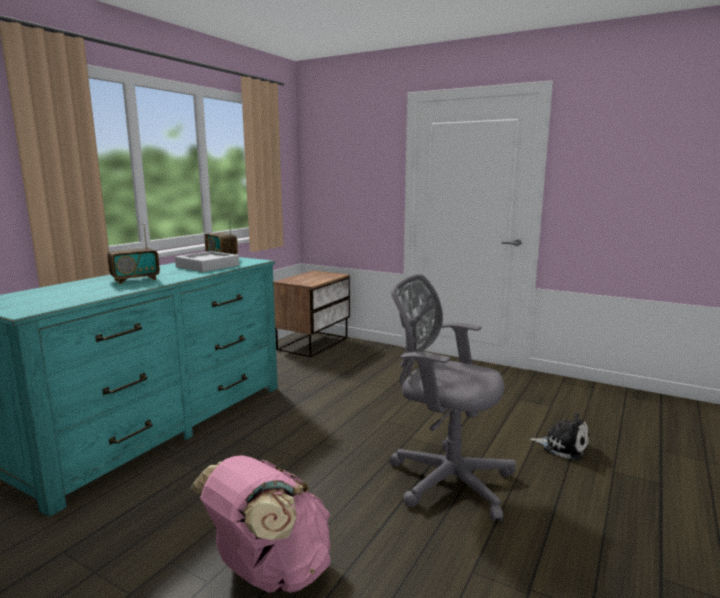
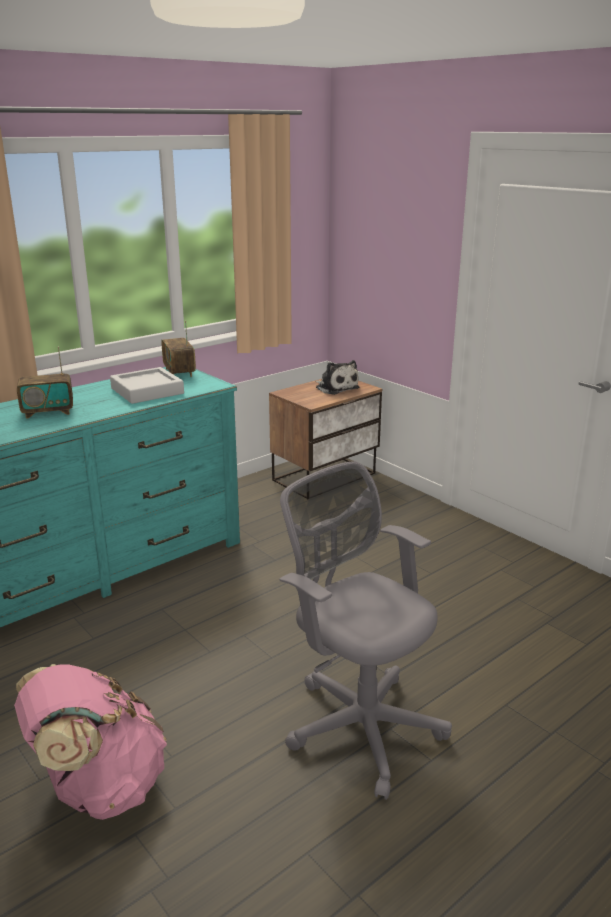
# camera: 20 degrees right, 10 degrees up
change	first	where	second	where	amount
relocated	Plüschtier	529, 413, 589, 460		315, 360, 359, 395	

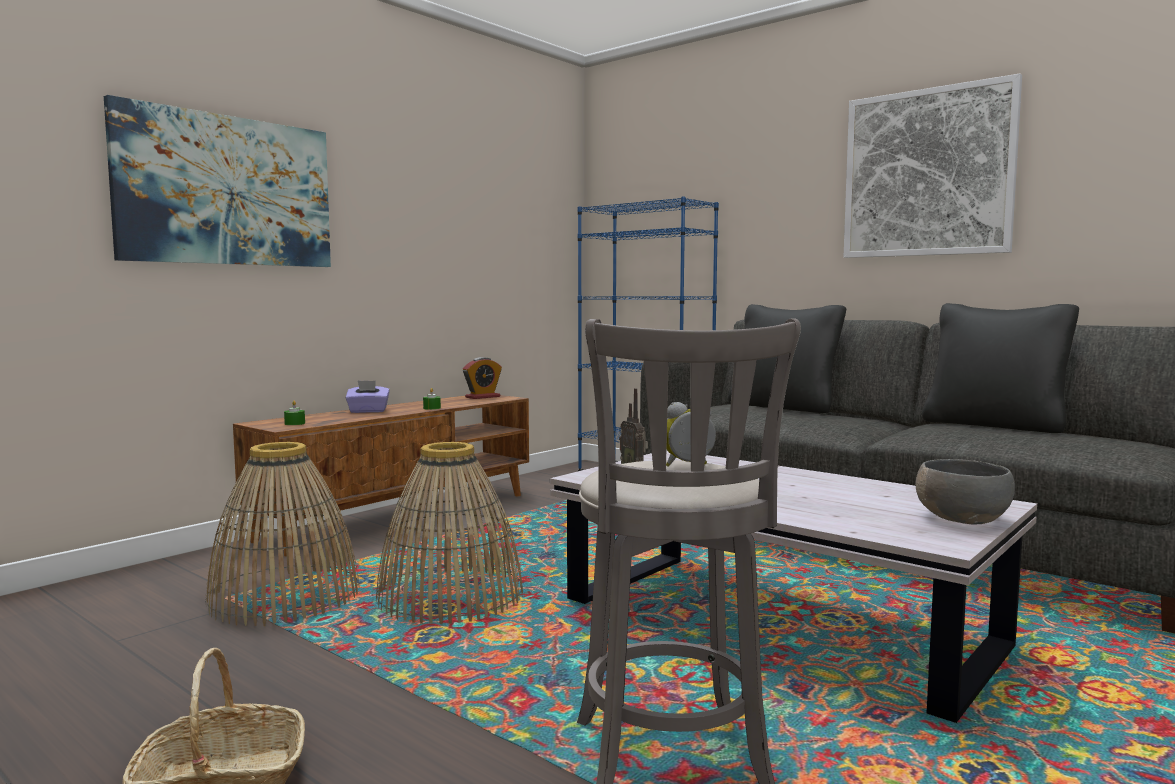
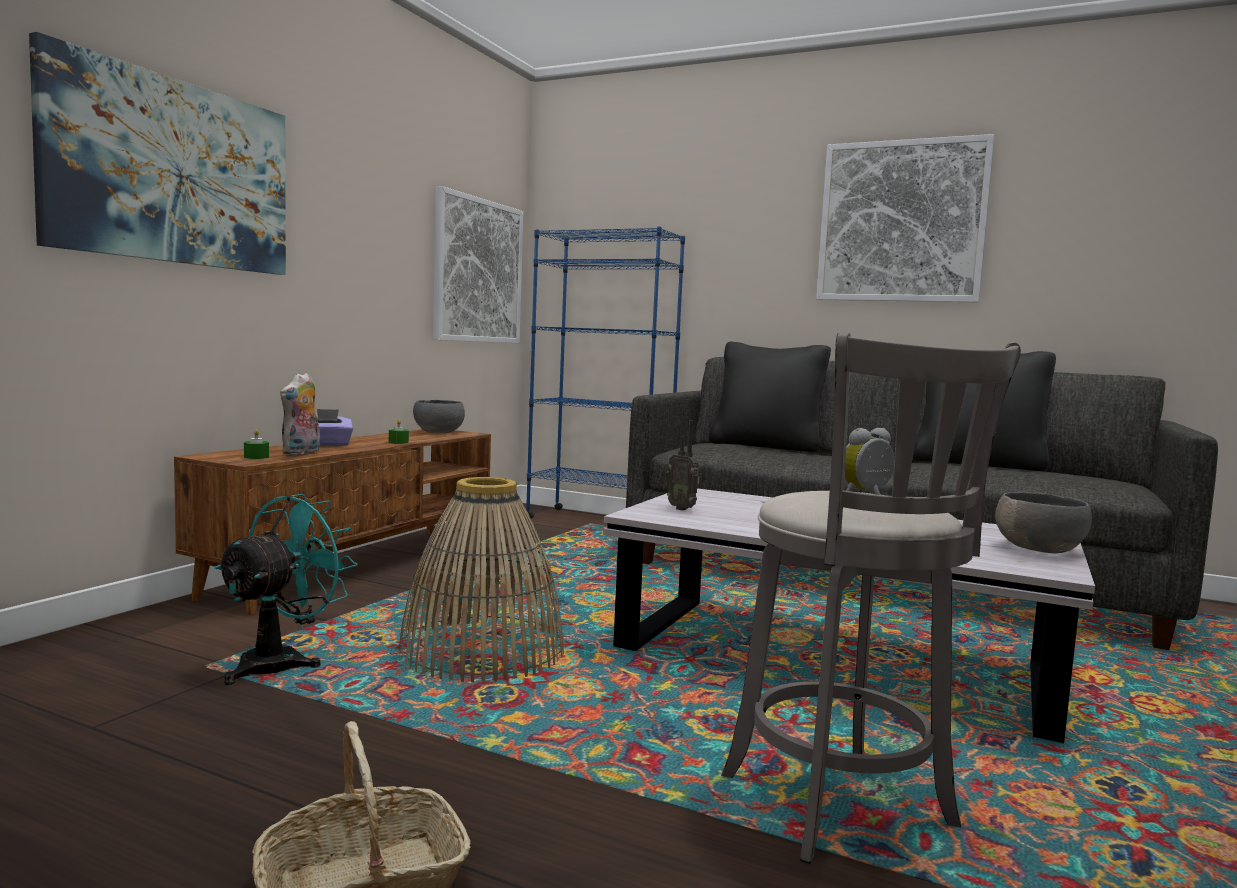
# camera: 15 degrees left, 0 degrees up
change	first	where	second	where	amount
exchanged	Korb	205, 442, 360, 626	Ventilator [türkis]	215, 494, 358, 685	
appeared			Plüschtier	280, 373, 320, 455	
exchanged	Wecker	463, 357, 502, 399	Schüssel [grau]	413, 400, 465, 433	
appeared			Bild	433, 186, 523, 343	

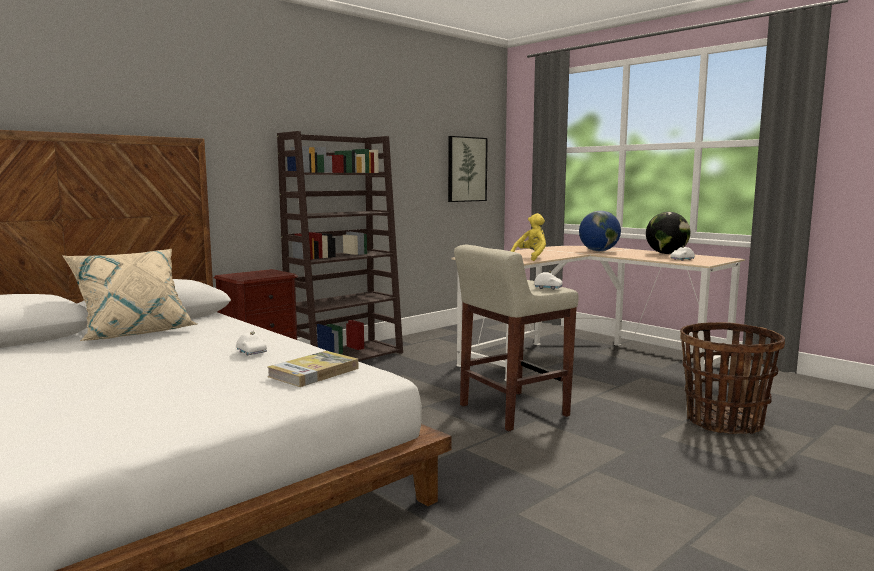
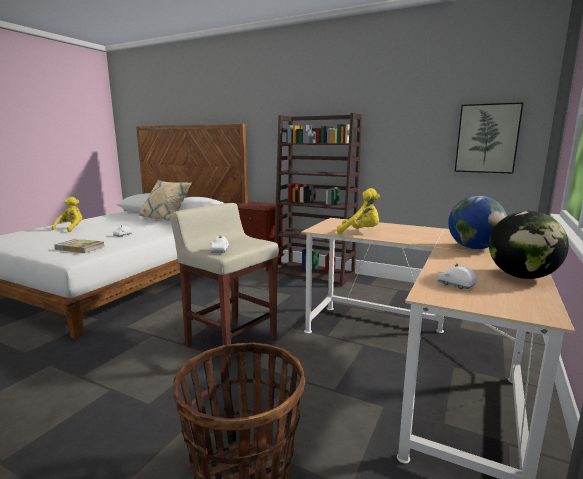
# camera: 70 degrees right, 5 degrees up
change	first	where	second	where	amount
appeared			Plüschtier [gelb]	51, 197, 82, 232	

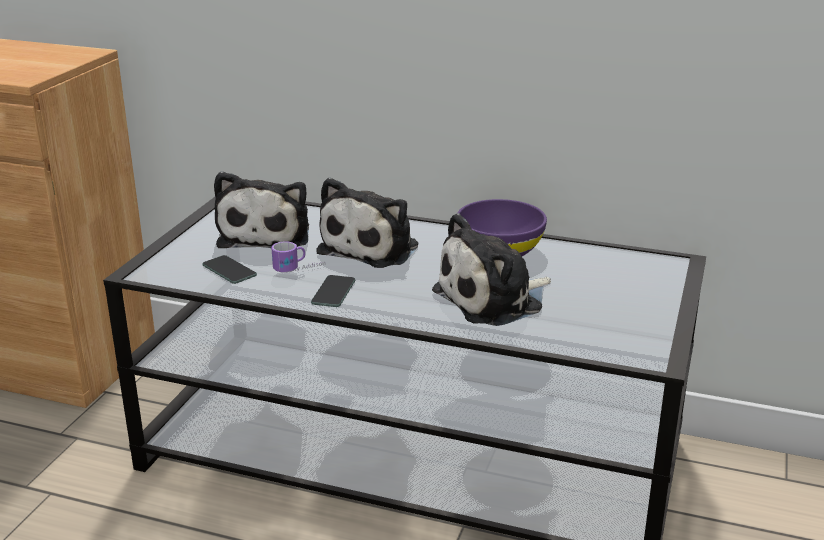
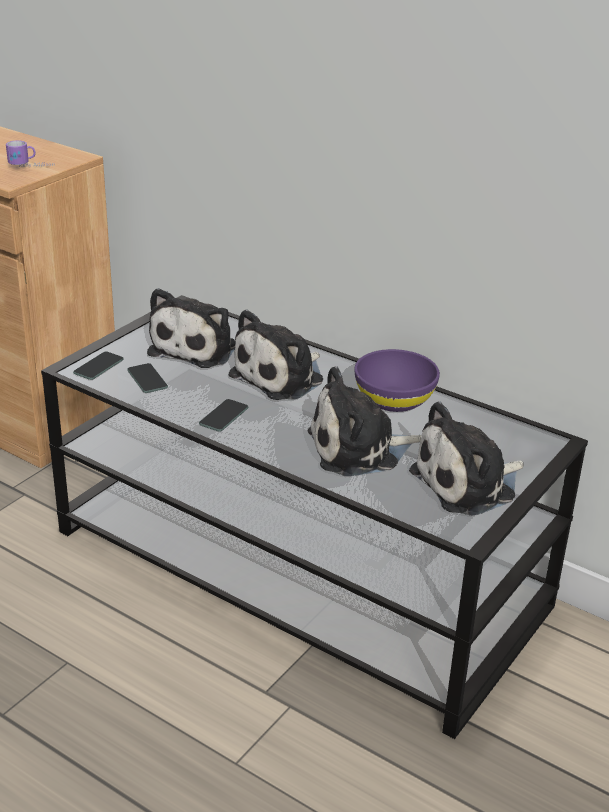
# camera: 15 degrees right, 5 degrees up
change	first	where	second	where	amount
relocated	Henkelbecher	272, 241, 326, 273		6, 140, 55, 168	
appeared			Handy	73, 352, 124, 380	
appeared			Plüschtier	409, 401, 524, 516	

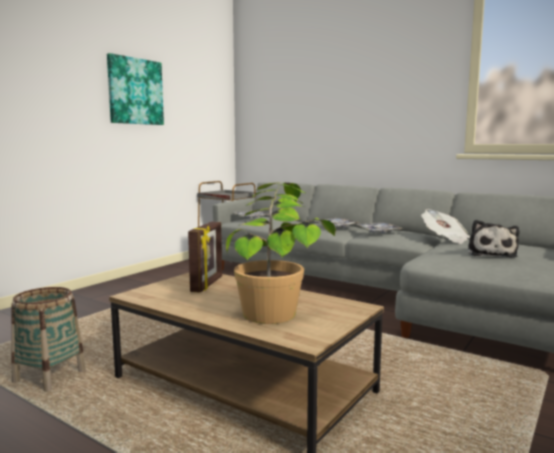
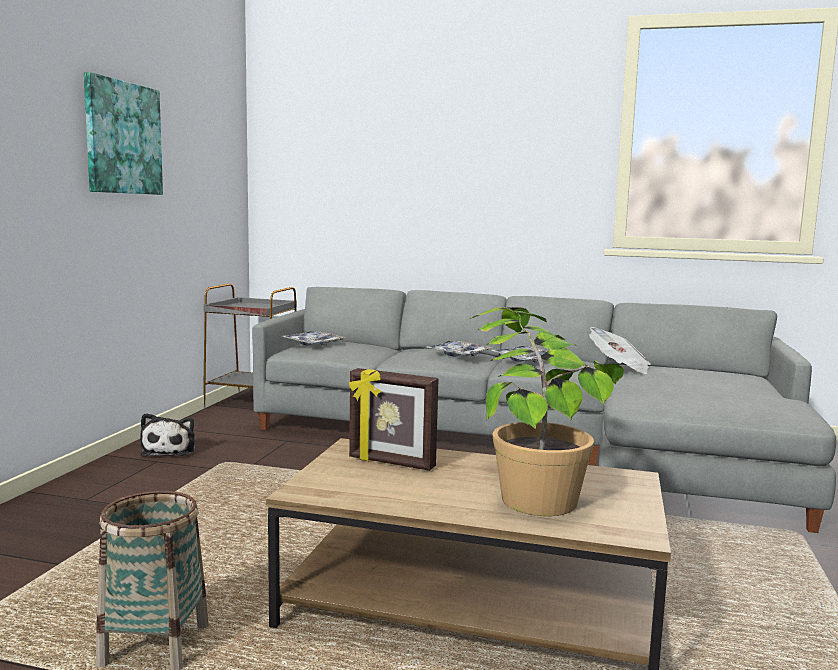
# camera: 20 degrees left, 0 degrees up
change	first	where	second	where	amount
relocated	Plüschtier	468, 220, 519, 257		140, 413, 195, 456	
spun	Bilderrahmen	188, 222, 222, 293		349, 368, 439, 471	120 degrees clockwise

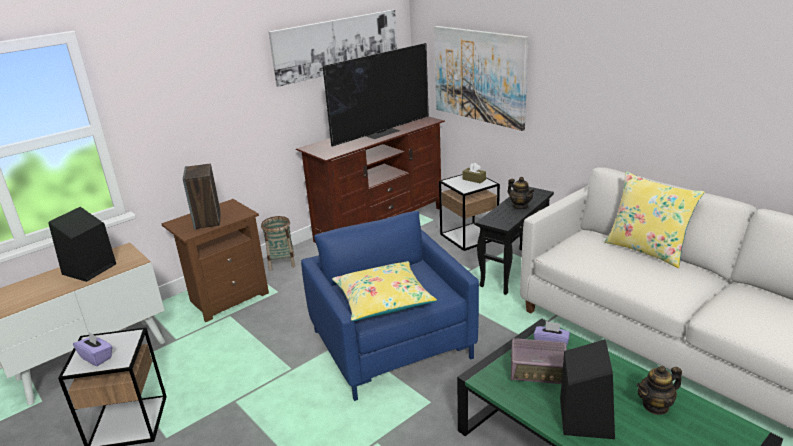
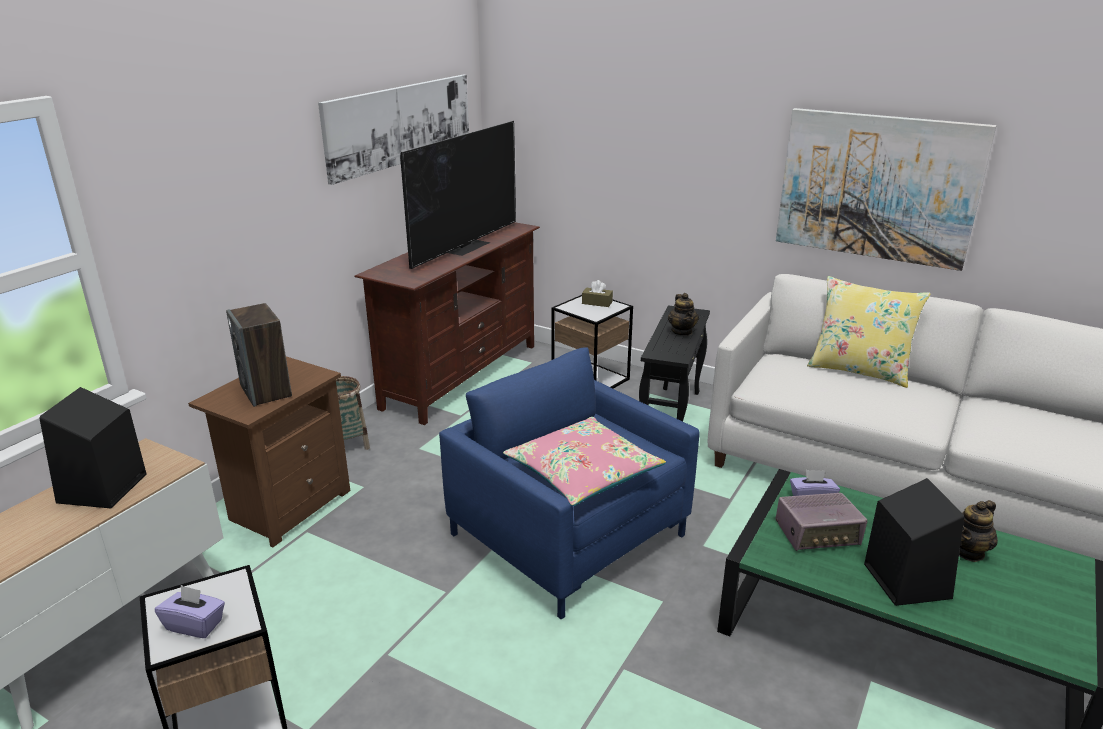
# camera: 20 degrees left, 0 degrees up
change	first	where	second	where	amount
colour	Kissen [gelb]	332, 261, 437, 321	Kissen [rosa]	503, 417, 666, 506	
spun	Teekanne	507, 177, 535, 209		668, 293, 699, 336	45 degrees clockwise
relocated	Bild	434, 26, 529, 131		776, 108, 996, 271	

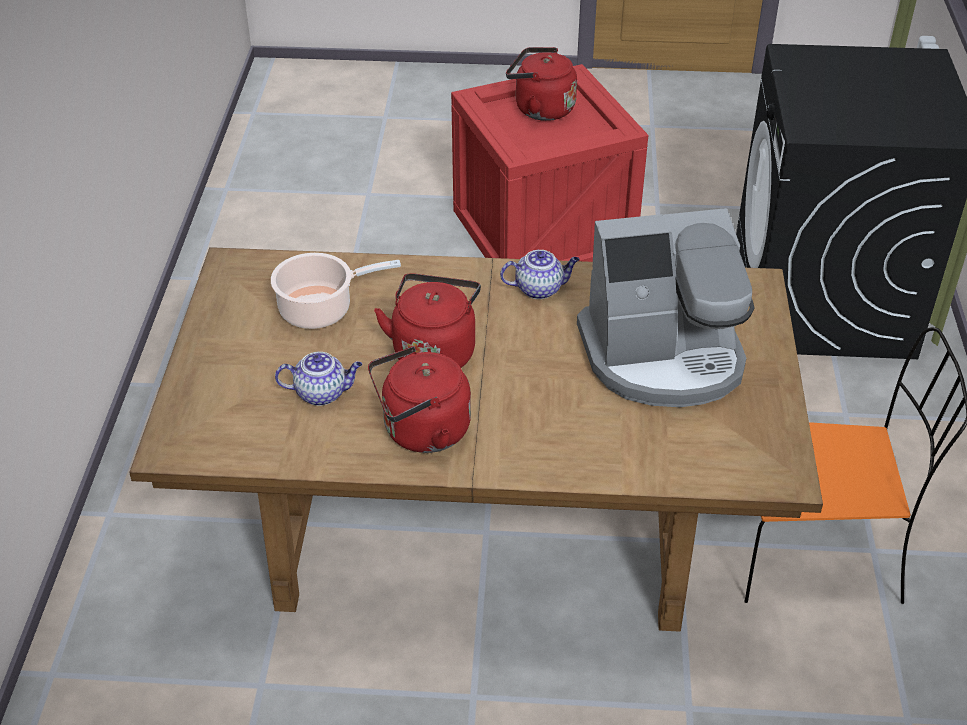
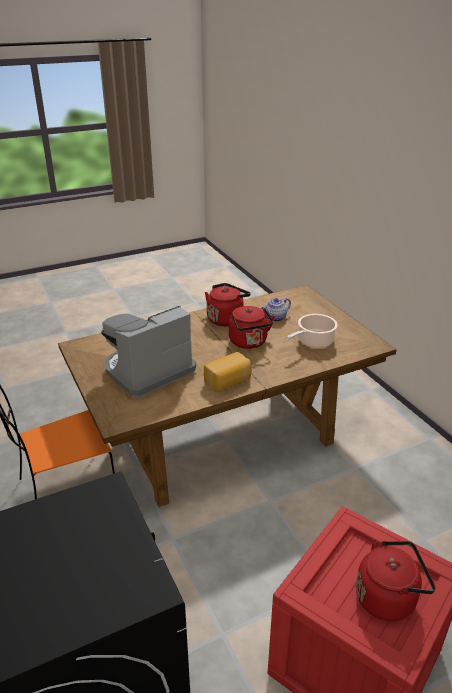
# camera: 150 degrees right, 10 degrees down
change	first	where	second	where	amount
exchanged	Teekanne	500, 250, 580, 299	Brot	204, 352, 251, 392	

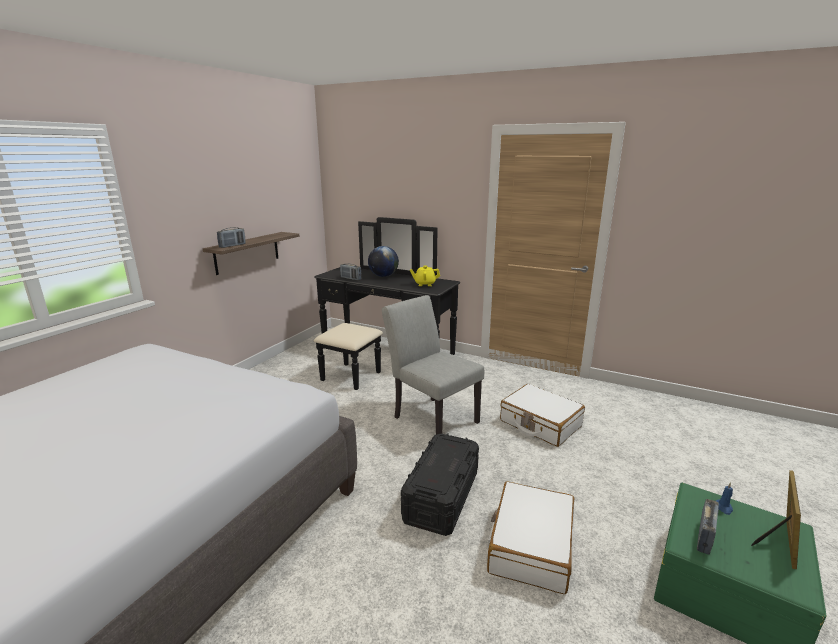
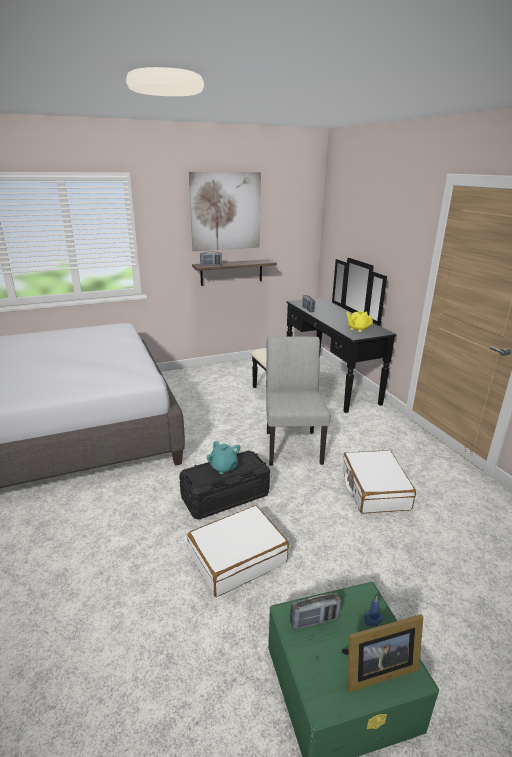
# camera: 40 degrees right, 5 degrees up
change	first	where	second	where	amount
appeared			Bild	189, 172, 261, 251	
appeared			Teekanne [türkis]	206, 441, 240, 474	
missing	Globus	368, 246, 399, 277			

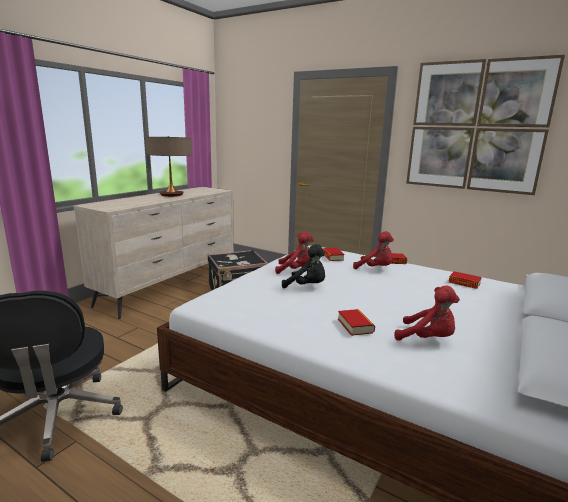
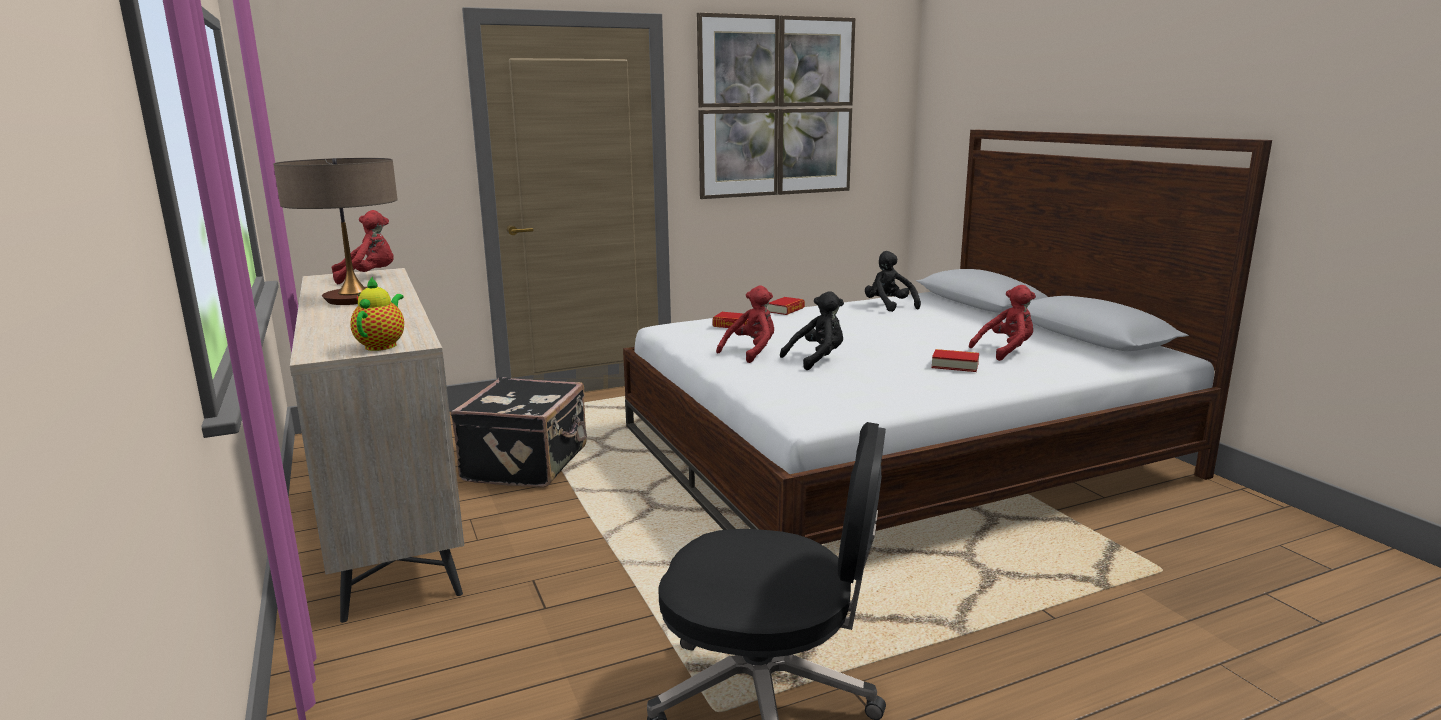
# camera: 55 degrees left, 0 degrees up
change	first	where	second	where	amount
relocated	Plüschtier [rot]	353, 231, 394, 269		331, 210, 393, 284	
appeared			Teekanne	350, 276, 404, 351	
exchanged	Buch	449, 271, 482, 289	Plüschtier [schwarz]	865, 251, 921, 312	

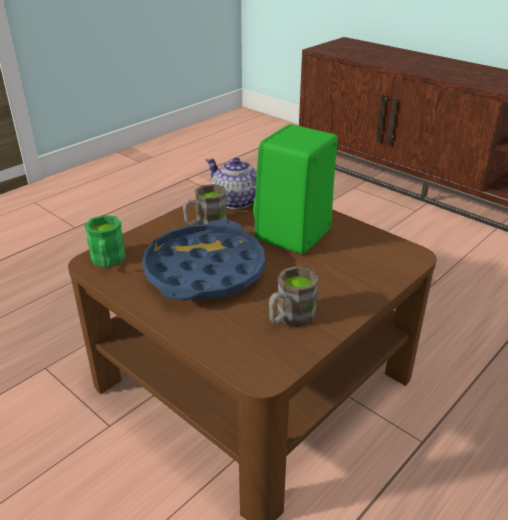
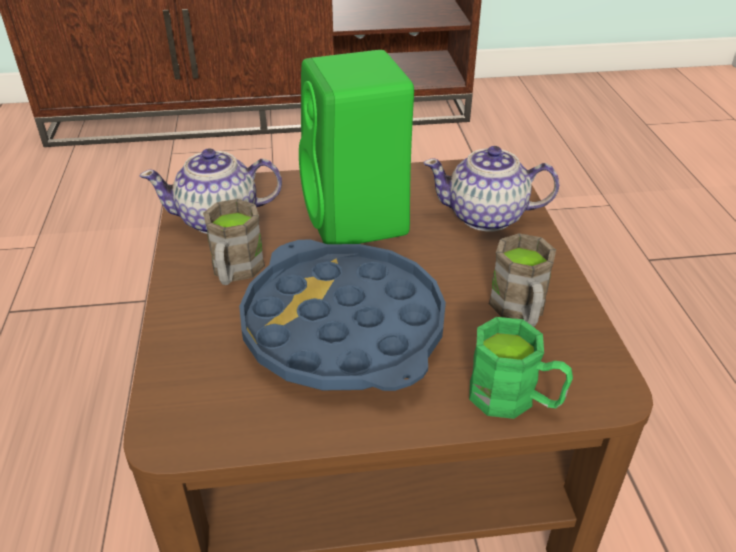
# camera: 50 degrees left, 5 degrees up
change	first	where	second	where	amount
appeared			Teekanne	423, 146, 559, 232	
relocated	Henkelbecher [grün]	84, 215, 126, 268		469, 317, 573, 419	

